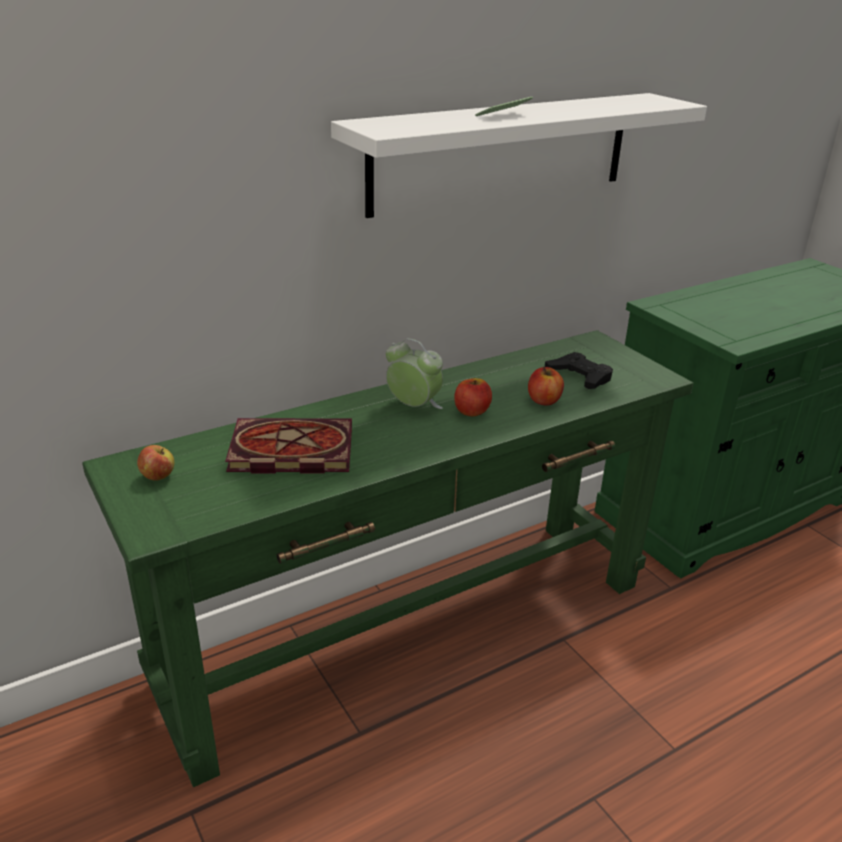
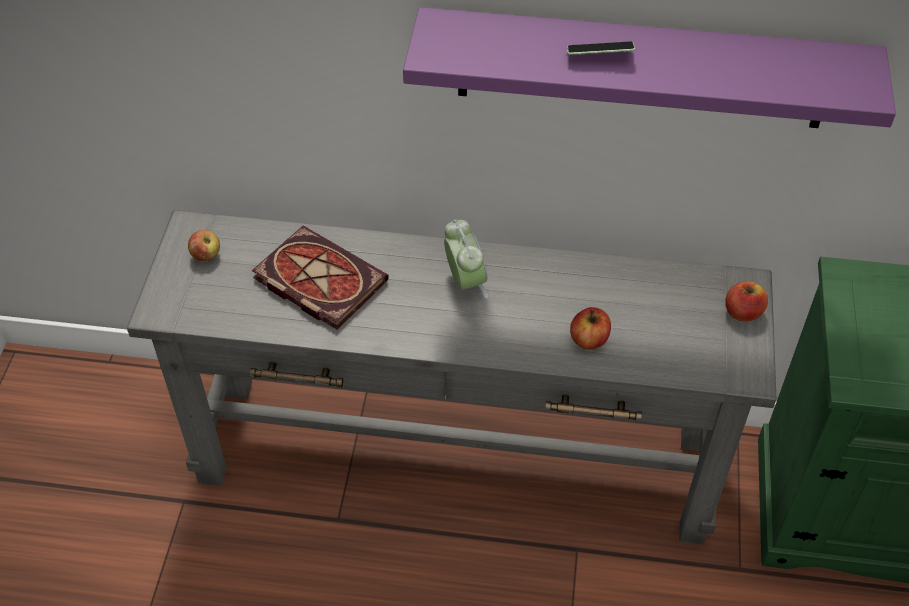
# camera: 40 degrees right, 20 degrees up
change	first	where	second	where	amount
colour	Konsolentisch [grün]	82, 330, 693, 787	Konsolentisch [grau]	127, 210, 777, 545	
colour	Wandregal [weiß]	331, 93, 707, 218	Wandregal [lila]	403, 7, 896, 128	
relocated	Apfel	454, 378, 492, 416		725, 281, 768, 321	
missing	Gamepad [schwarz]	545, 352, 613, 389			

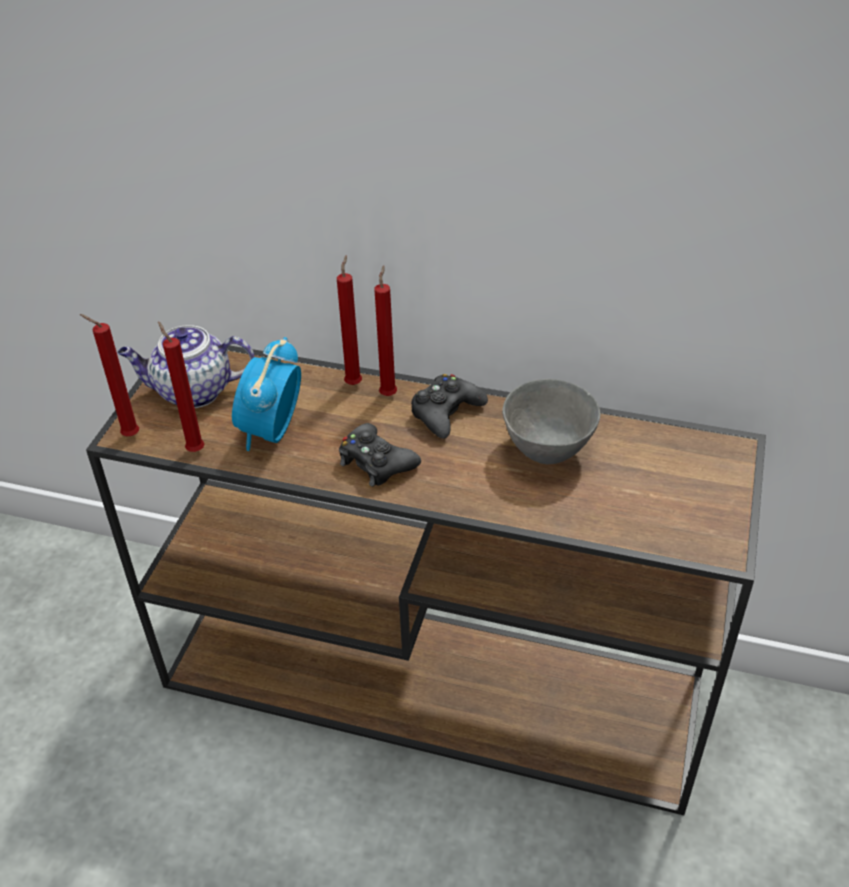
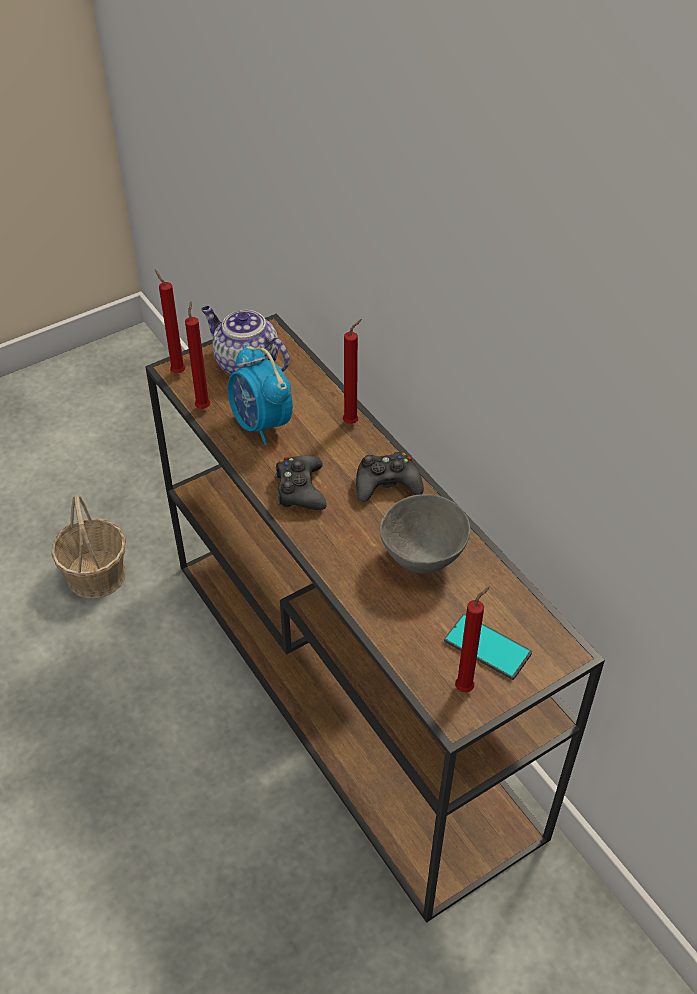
# camera: 40 degrees right, 5 degrees up
change	first	where	second	where	amount
appeared			Korb	51, 495, 126, 599	
spun	Wecker	232, 337, 301, 451		228, 344, 293, 445	90 degrees counterclockwise
appeared			Handy	444, 614, 532, 680	
relocated	Kerze [rot]	374, 265, 397, 396		455, 587, 490, 693	

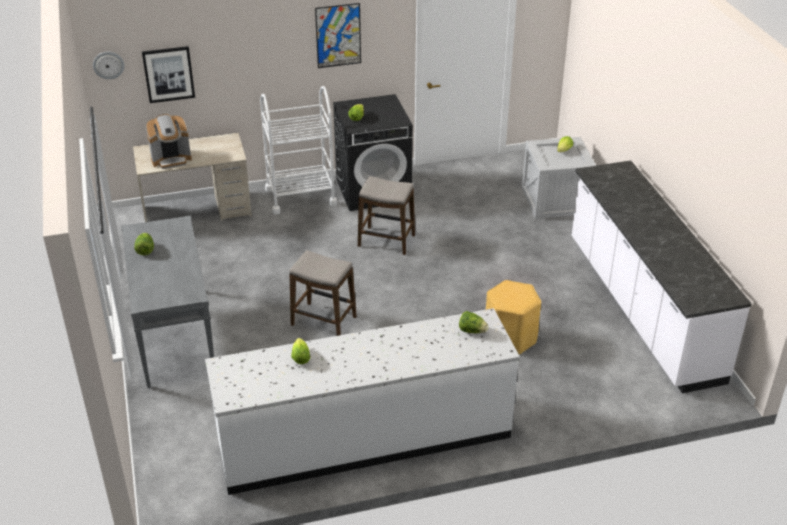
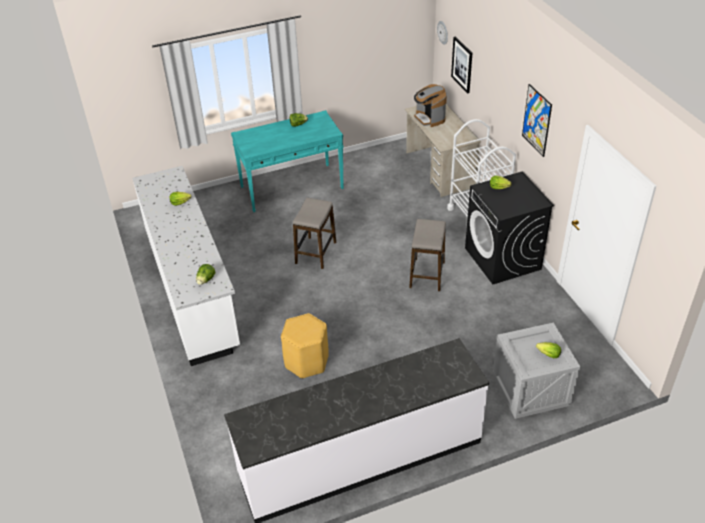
# camera: 85 degrees right, 5 degrees up
change	first	where	second	where	amount
colour	Konsolentisch [grau]	121, 215, 214, 388	Konsolentisch [türkis]	231, 110, 344, 212	

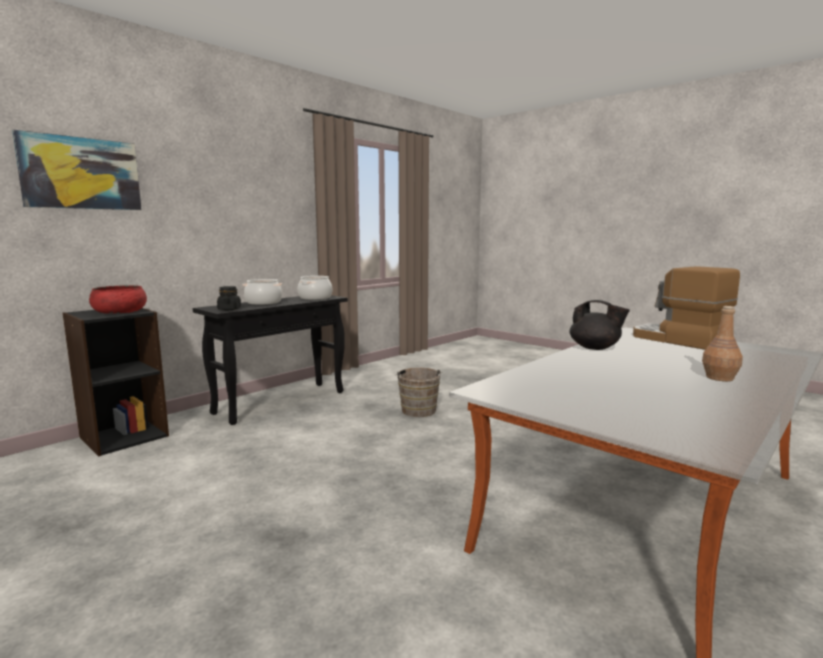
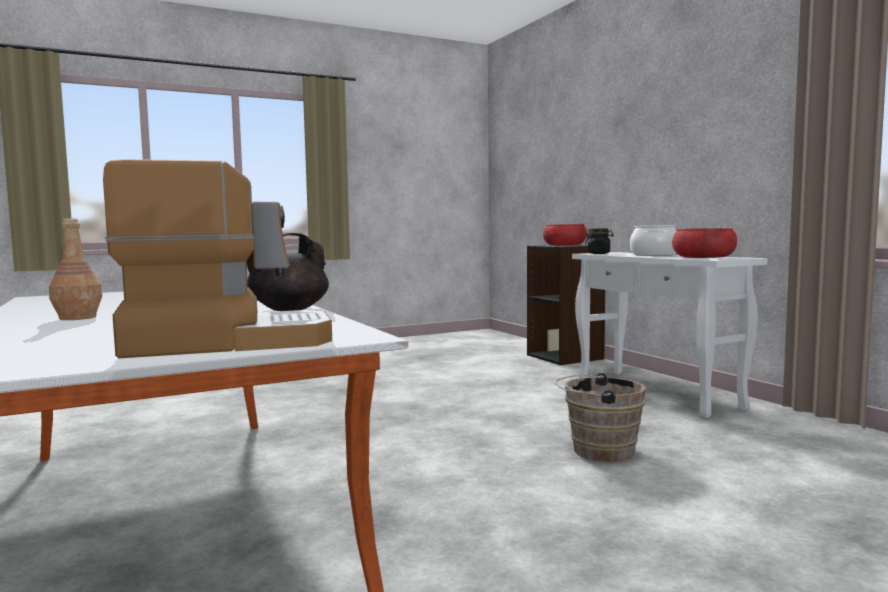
# camera: 110 degrees right, 5 degrees down
change	first	where	second	where	amount
colour	Konsolentisch [schwarz]	193, 295, 348, 425	Konsolentisch [weiß]	572, 252, 767, 418	
exchanged	Kochtopf	298, 276, 332, 300	Schüssel [rot]	672, 228, 737, 258	
missing	Bild	12, 130, 142, 210			

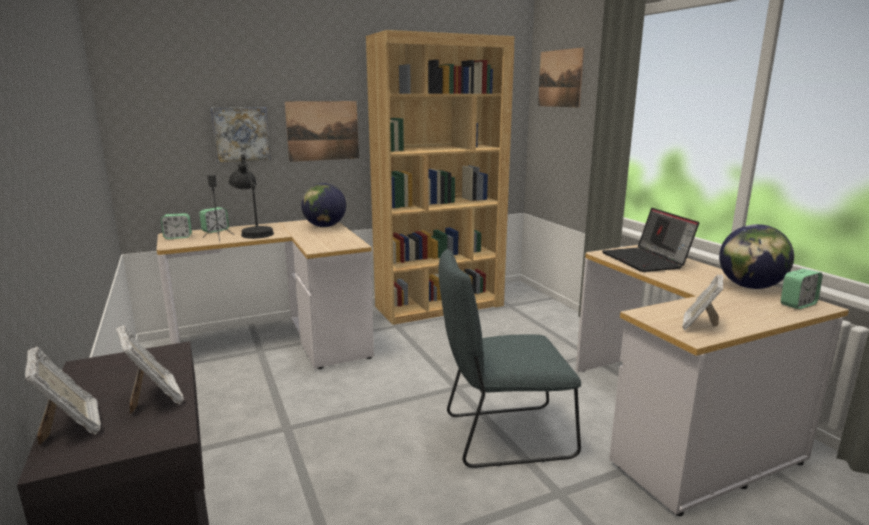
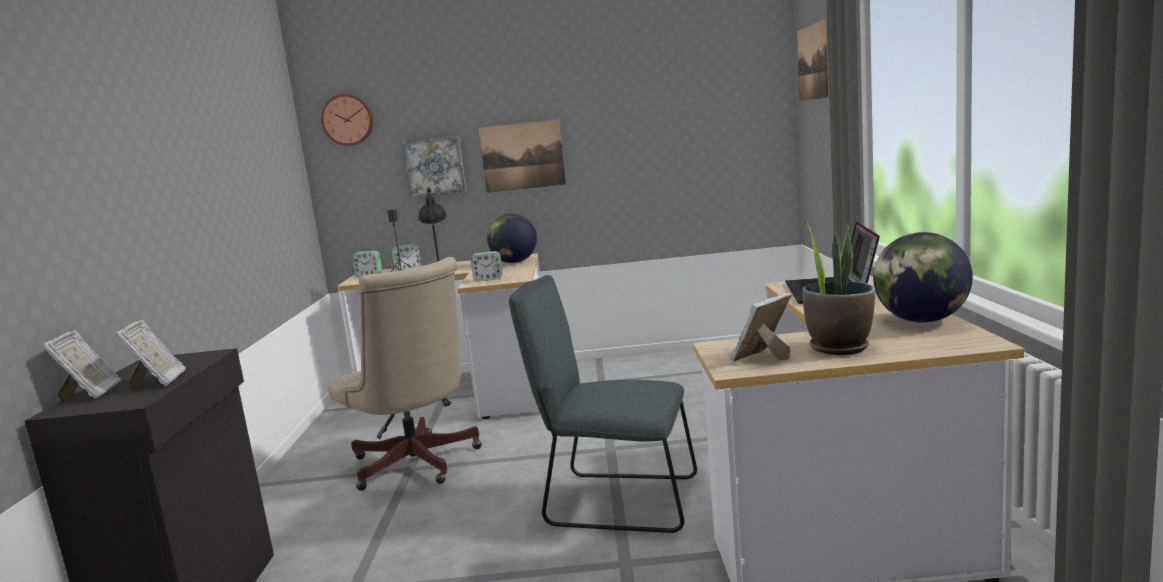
# camera: 25 degrees right, 5 degrees down
change	first	where	second	where	amount
appeared			Wanduhr	321, 94, 373, 146	
appeared			Bürostuhl [beige]	327, 257, 482, 491	
relocated	Wecker	781, 269, 823, 309		471, 251, 503, 282	
appeared			Topfpflanze	802, 221, 876, 355	
missing	Bücherregal [braun]	366, 30, 515, 325			

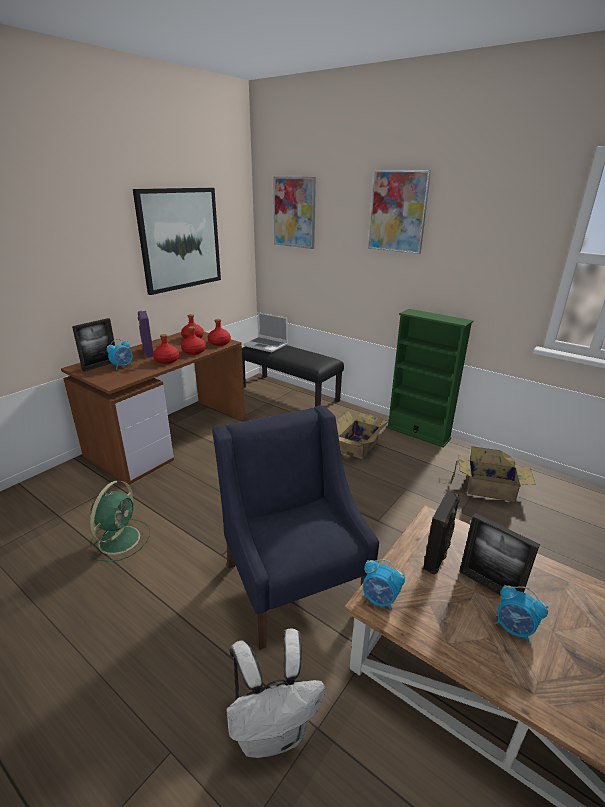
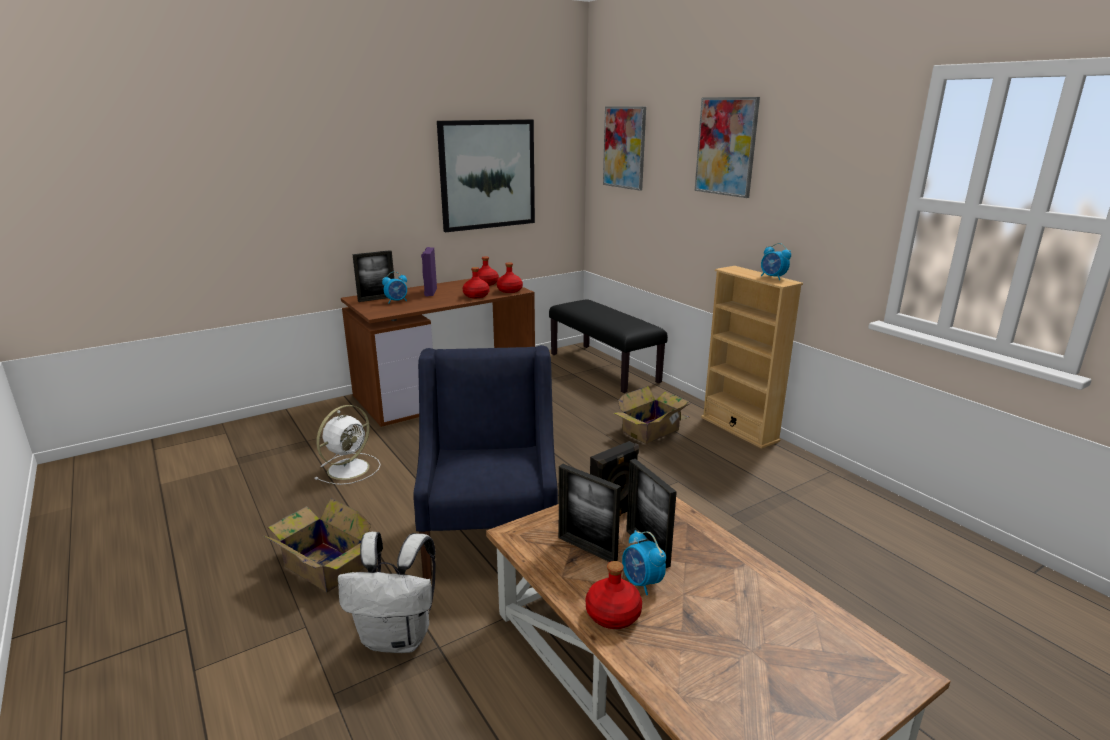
# camera: 20 degrees right, 5 degrees down
change	first	where	second	where	amount
relocated	Karton	438, 446, 536, 502		262, 498, 371, 593	
colour	Ventilator [grün]	90, 480, 150, 561	Ventilator [weiß]	315, 405, 381, 485	
appeared			Bilderrahmen	559, 464, 621, 562	
relocated	Flasche [rot]	153, 334, 179, 364		586, 561, 642, 629	
colour	Bücherregal [grün]	386, 309, 473, 447	Bücherregal [beige]	701, 266, 803, 449	
relocated	Wecker	363, 559, 405, 611		761, 243, 791, 280	
missing	Laptop	243, 312, 288, 353			

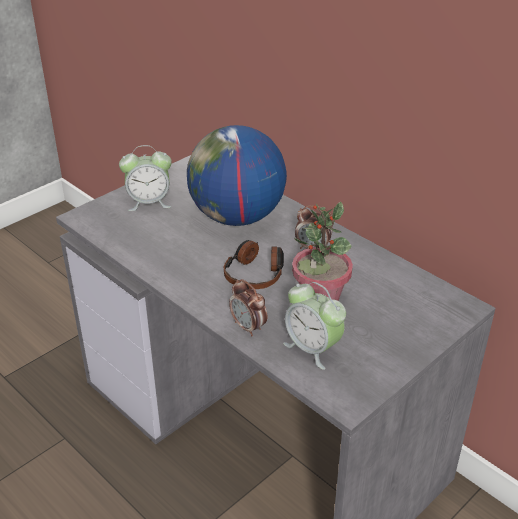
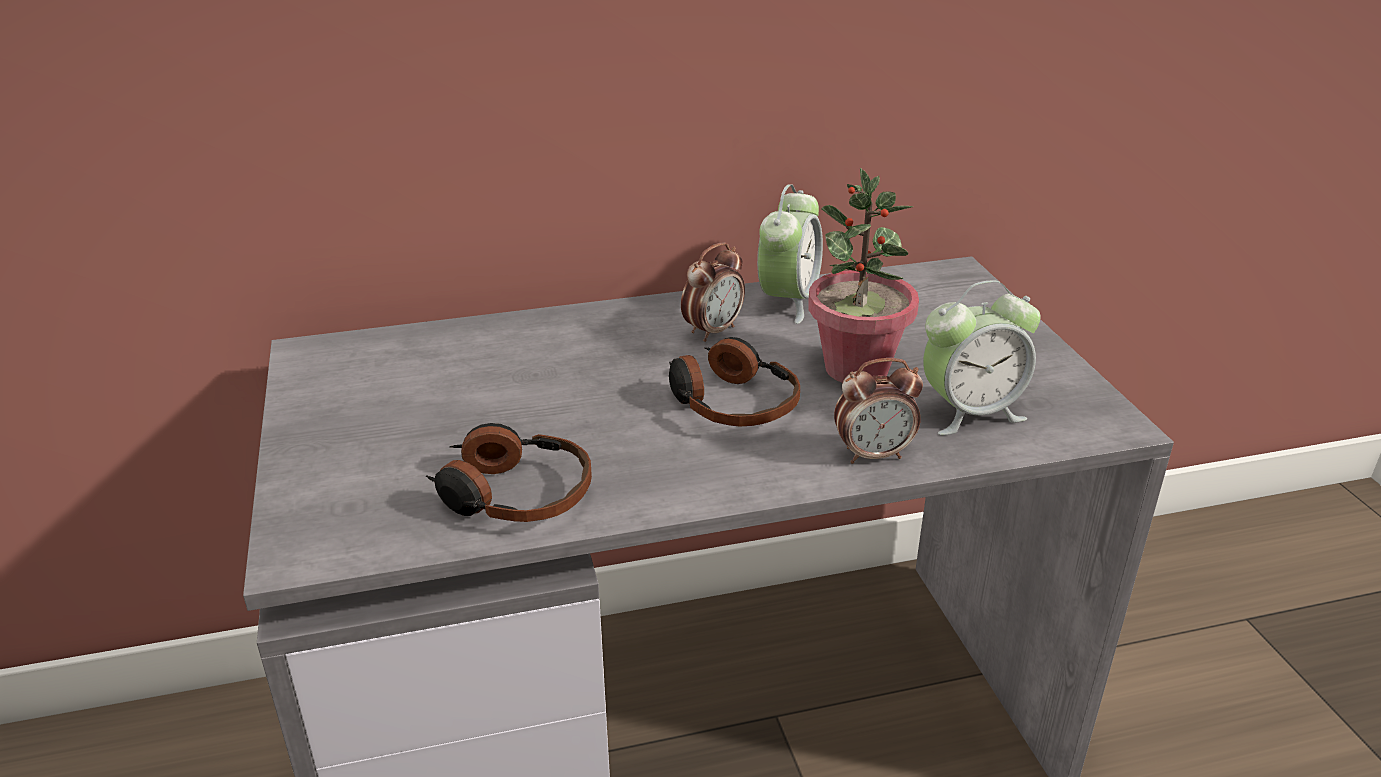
# camera: 60 degrees left, 5 degrees down
change	first	where	second	where	amount
appeared			Kopfhörer	426, 423, 592, 522	
relocated	Wecker	119, 145, 172, 211		757, 184, 823, 324	
missing	Globus	187, 125, 287, 226			

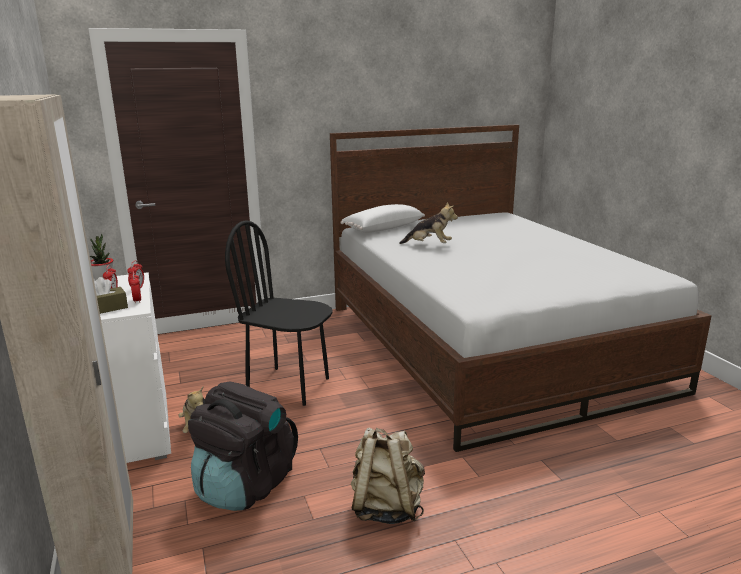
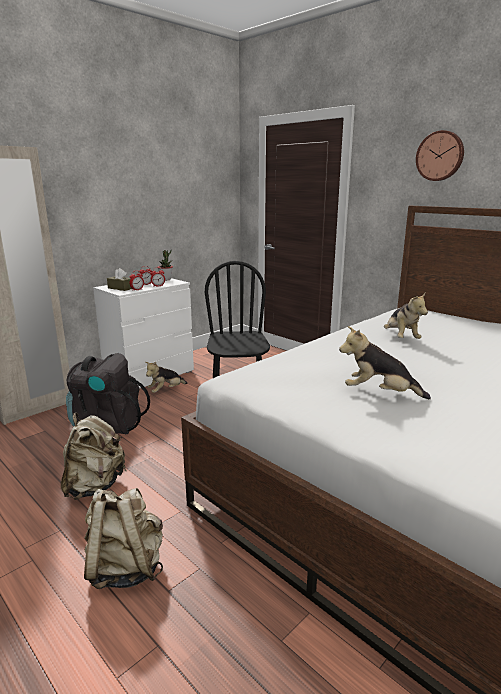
# camera: 65 degrees right, 0 degrees up
change	first	where	second	where	amount
appeared			Rucksack [beige]	84, 488, 163, 589	
appeared			Plüschtier	339, 326, 431, 400	
appeared			Wanduhr	416, 130, 464, 181	
missing	Kissen [weiß]	341, 204, 425, 233			

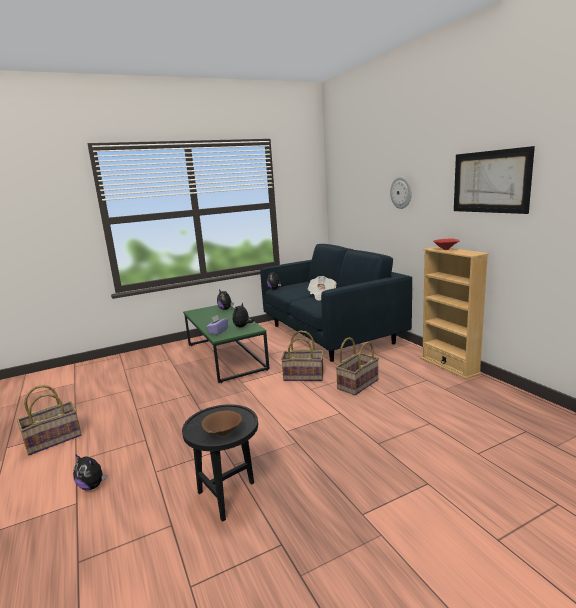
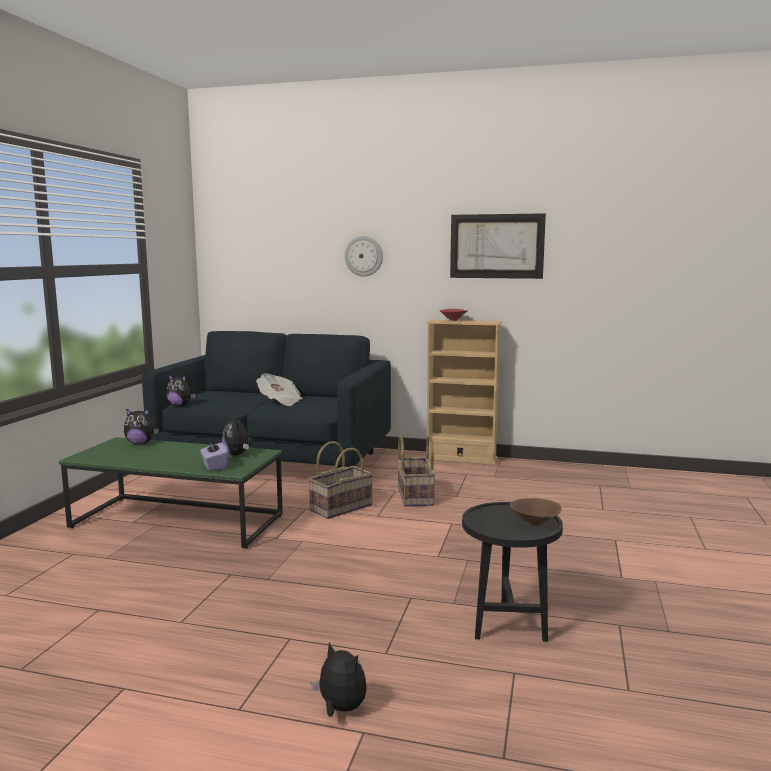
# camera: 50 degrees left, 5 degrees down
change	first	where	second	where	amount
spun	Plüschtier	73, 454, 108, 490		311, 642, 366, 717	120 degrees counterclockwise
missing	Korb	17, 385, 82, 455			

